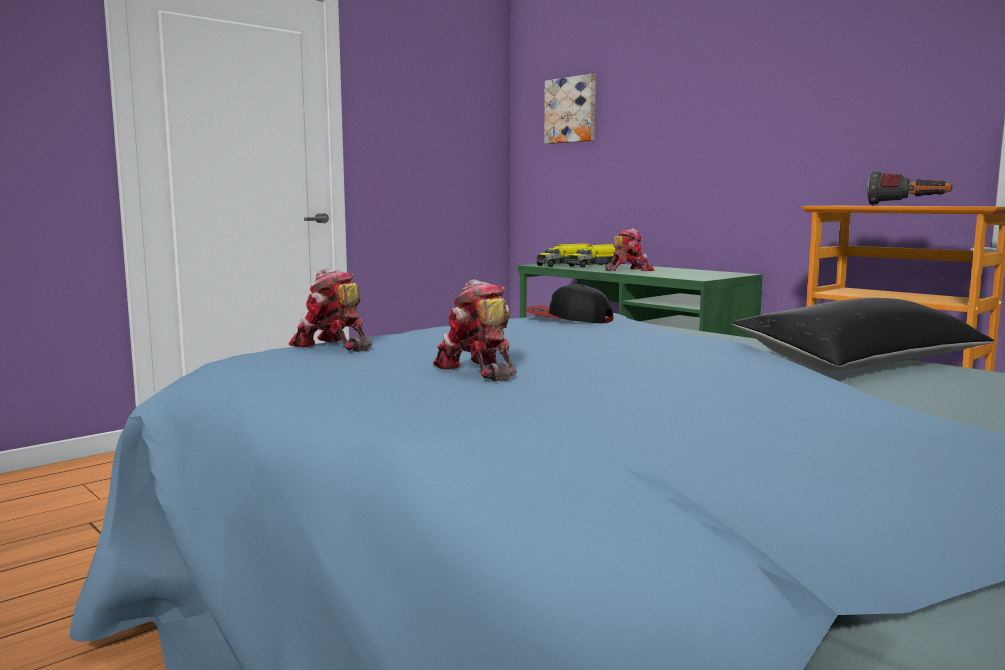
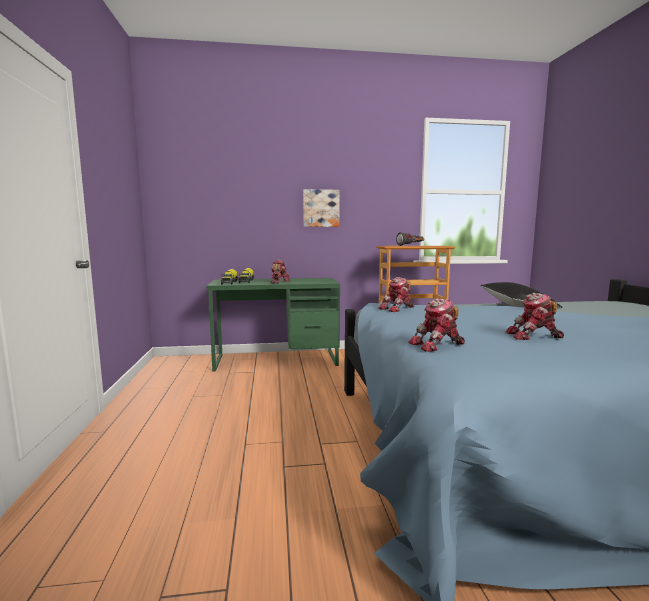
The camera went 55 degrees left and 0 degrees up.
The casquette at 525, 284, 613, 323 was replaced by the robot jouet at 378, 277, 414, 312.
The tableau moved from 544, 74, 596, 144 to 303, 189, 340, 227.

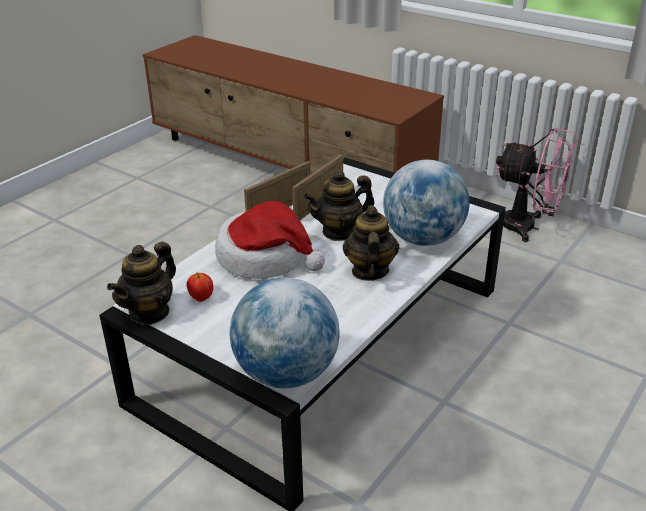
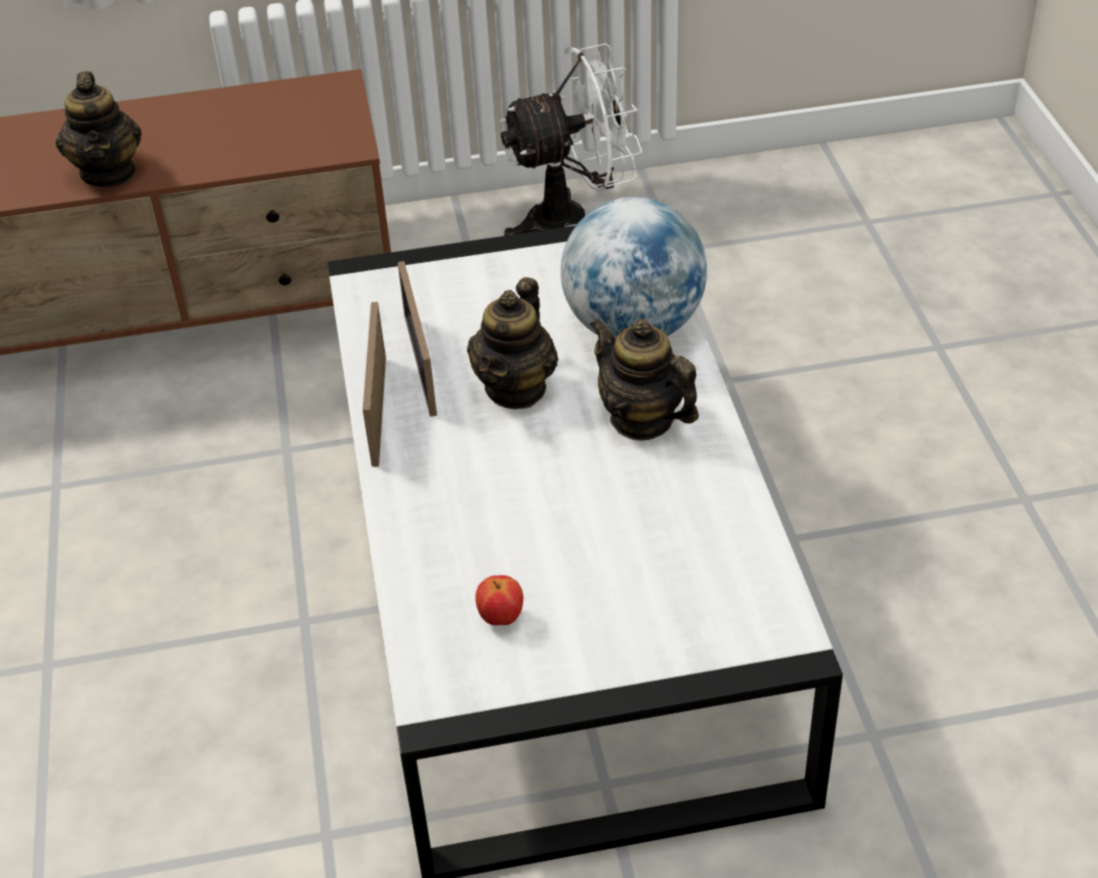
The camera went 45 degrees left and 10 degrees up.
The théière moved from 107, 242, 176, 325 to 56, 71, 142, 187.
The chapeau at 215, 201, 325, 279 disappeared.
The globe at 230, 277, 340, 388 disappeared.
The ventilateur [rose] at 496, 127, 577, 242 became the ventilateur [blanc] at 499, 43, 643, 236.

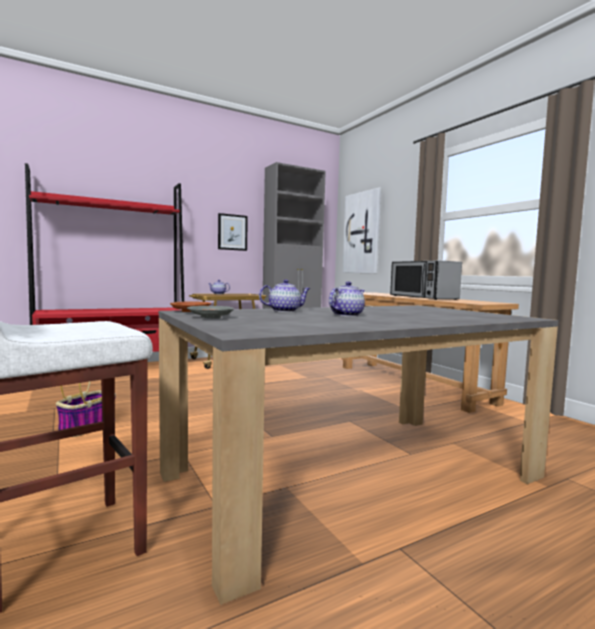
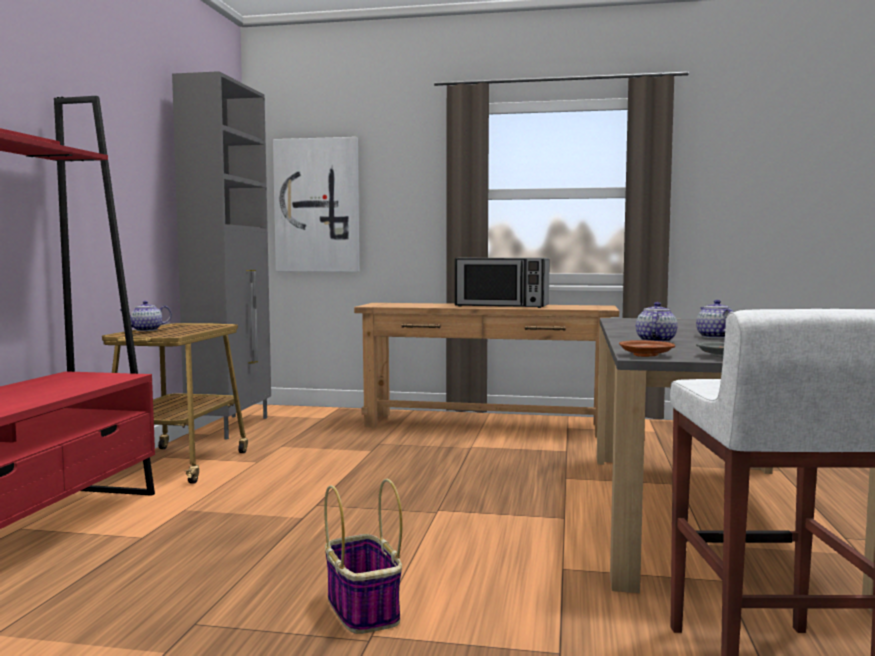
The camera went 50 degrees left and 0 degrees up.
The tableau at 218, 213, 248, 251 disappeared.

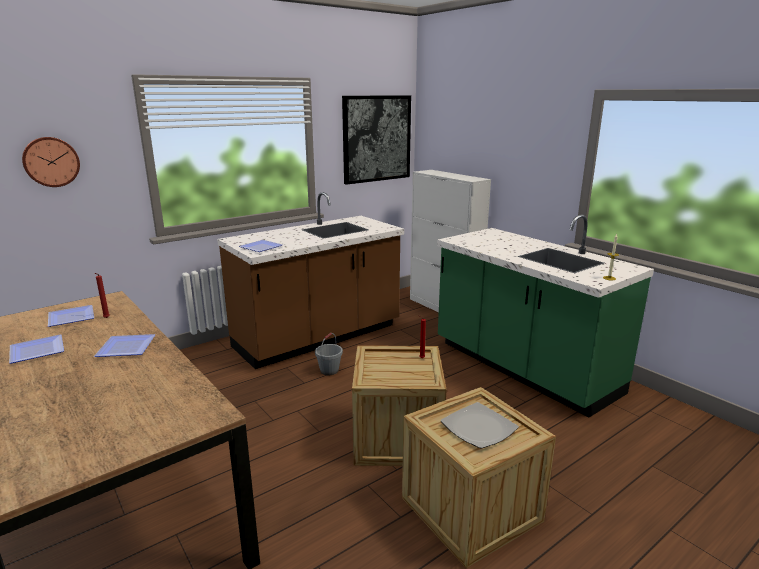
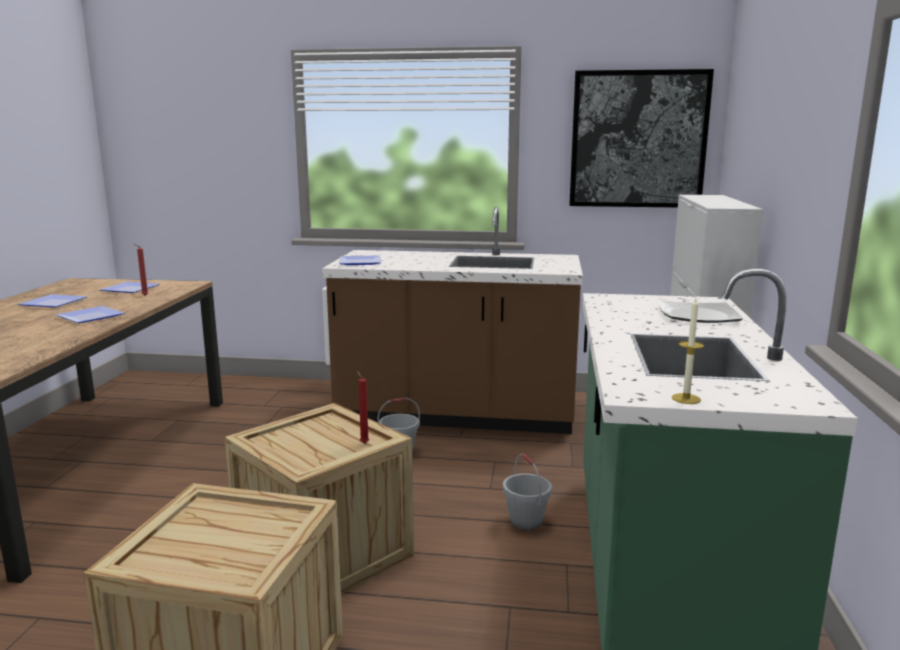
The camera went 45 degrees right and 5 degrees down.
The horloge murale at 22, 137, 80, 187 disappeared.
The assiette moved from 441, 402, 519, 448 to 660, 301, 743, 323.
The seau [gris] at 503, 454, 552, 530 appeared.

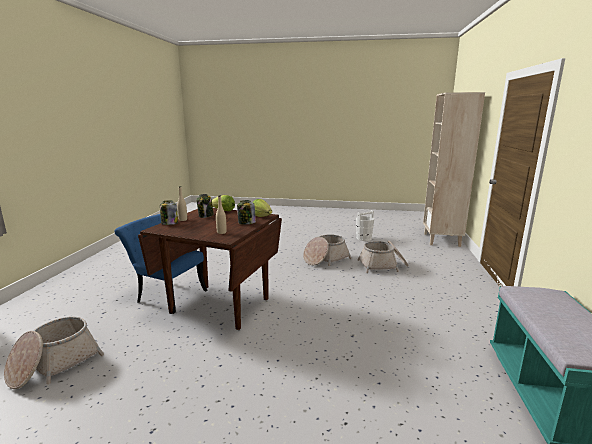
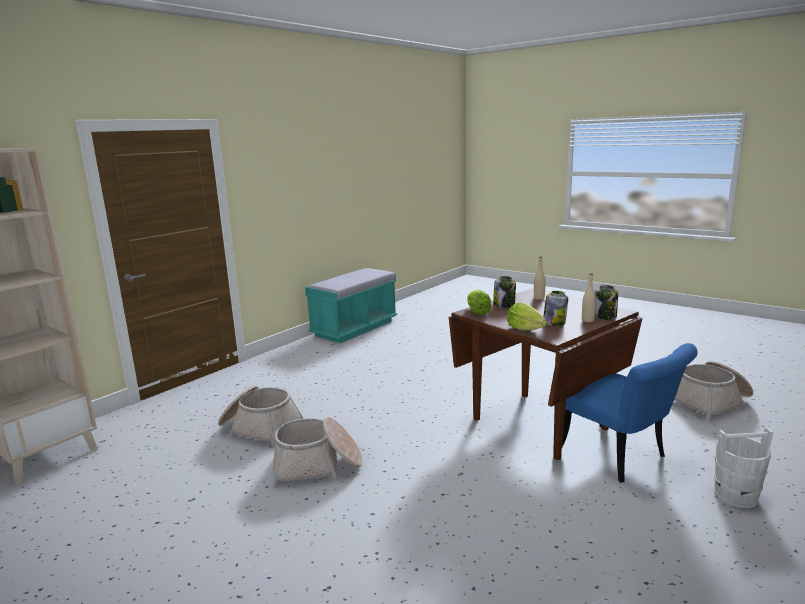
The camera went 150 degrees left and 0 degrees up.
The seau [blanc] moved from 356, 210, 374, 241 to 714, 427, 774, 508.

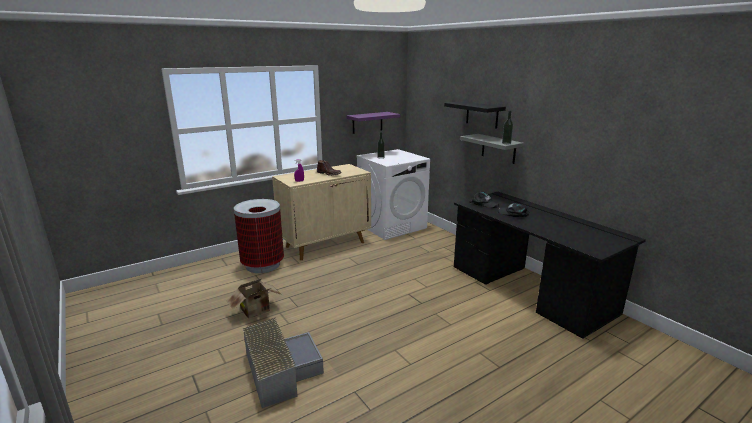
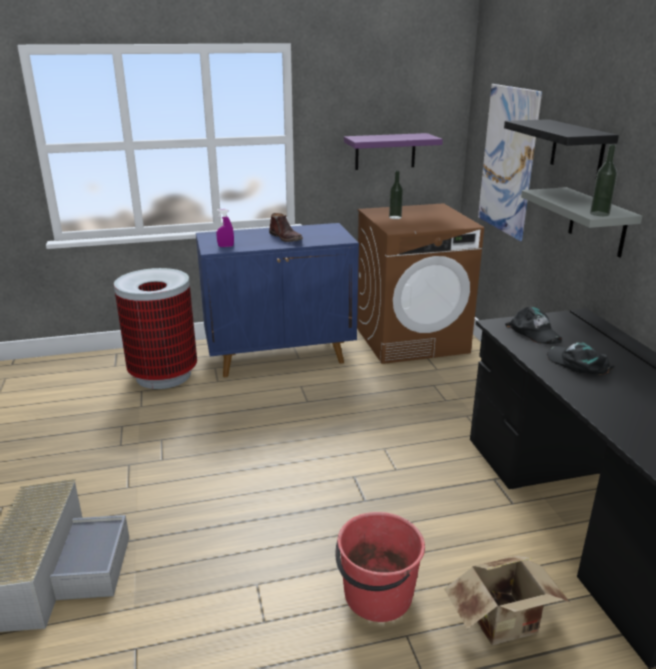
The camera went 20 degrees right and 5 degrees up.
The carton moved from 226, 279, 281, 319 to 444, 556, 569, 646.
The meuble de rangement [beige] at 272, 164, 371, 260 became the meuble de rangement [bleu] at 196, 223, 359, 377.
The lave-linge [blanc] at 356, 149, 430, 240 became the lave-linge [marron] at 357, 203, 484, 364.
The seau [rouge] at 336, 512, 425, 622 appeared.
The tableau at 478, 84, 542, 241 appeared.

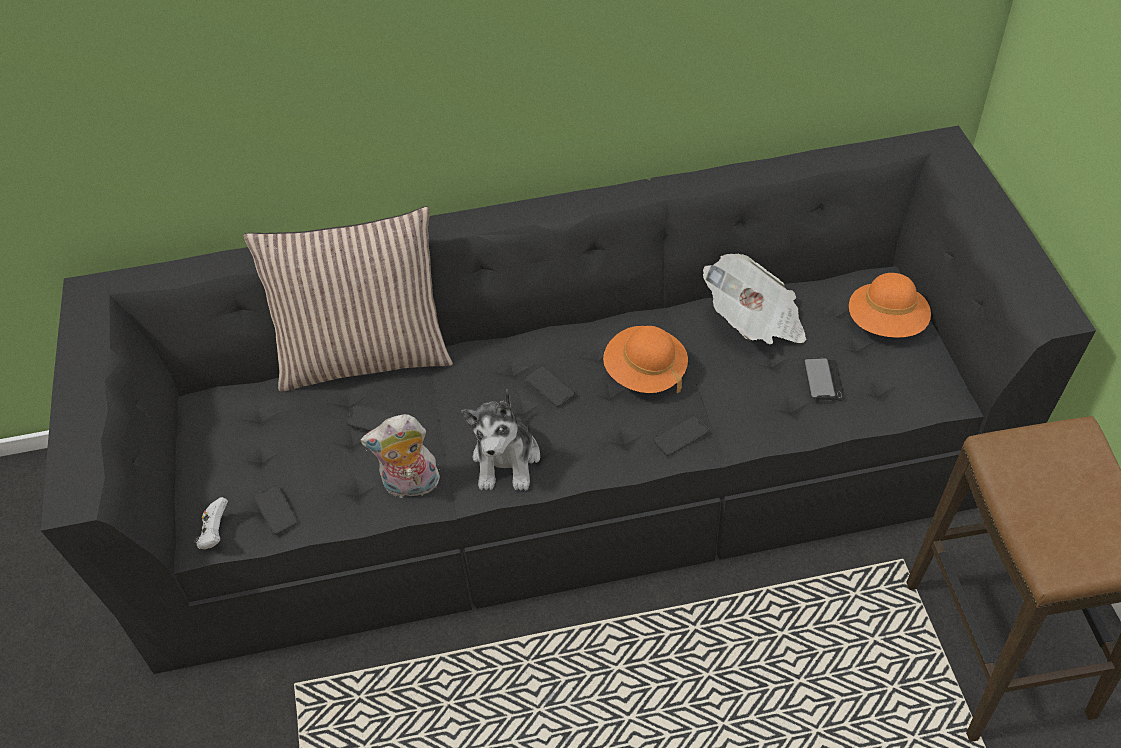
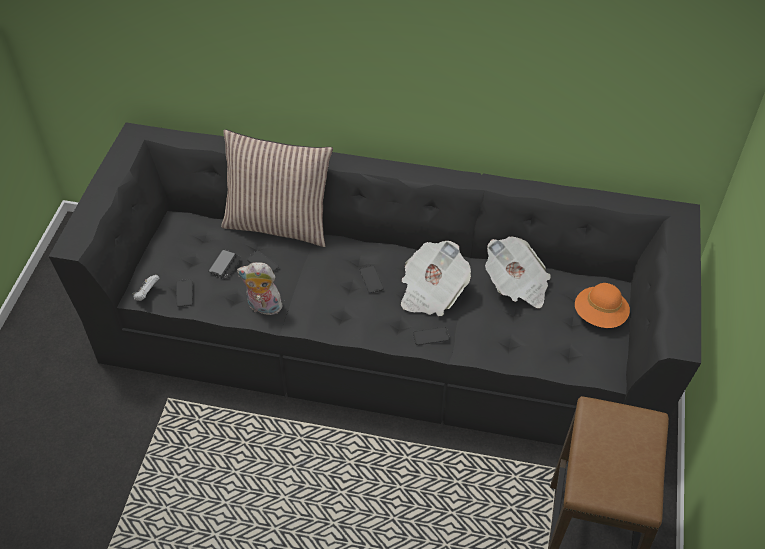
The camera went 20 degrees right and 0 degrees up.
The peluche at 461, 389, 540, 491 disappeared.
The chapeau [orange] at 603, 326, 688, 393 was replaced by the journal at 401, 241, 471, 316.
The téléphone moved from 803, 357, 845, 401 to 208, 249, 241, 279.

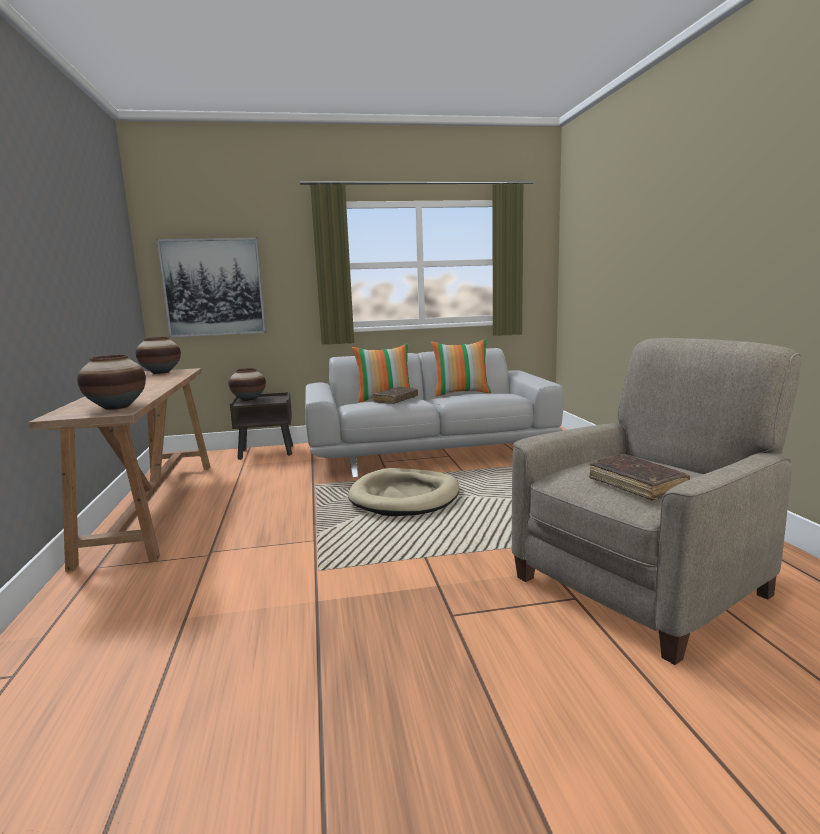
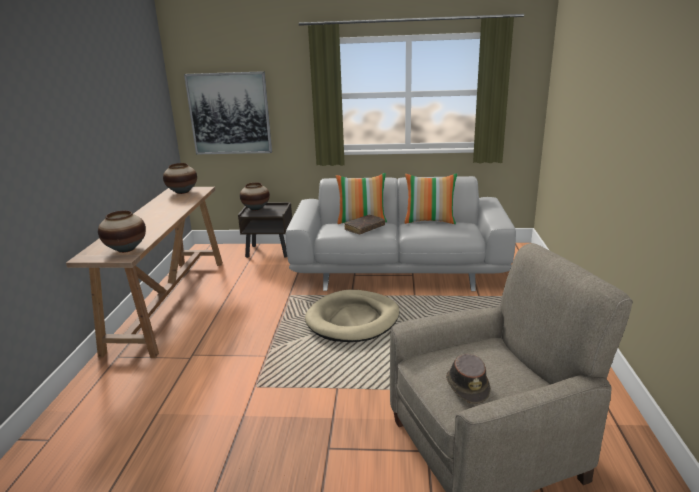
The camera went 15 degrees right and 10 degrees up.
The livre [marron] at 589, 454, 690, 500 was replaced by the chapeau [marron] at 446, 354, 491, 404.

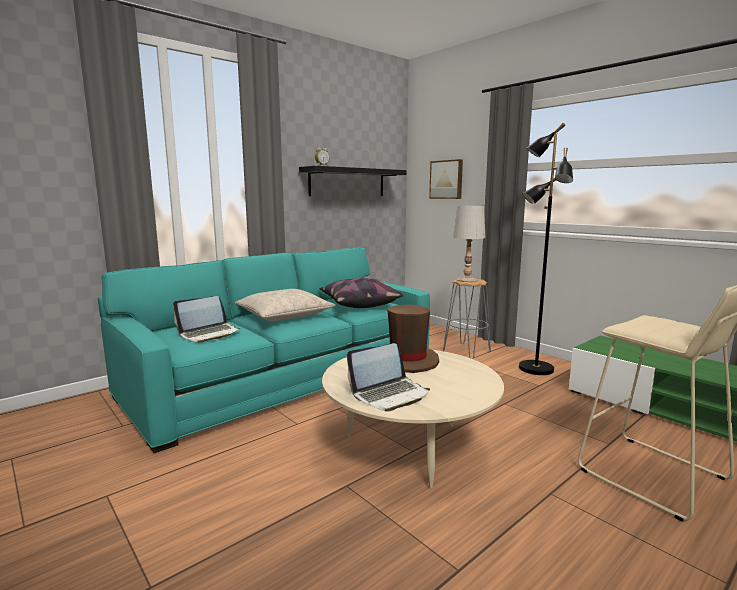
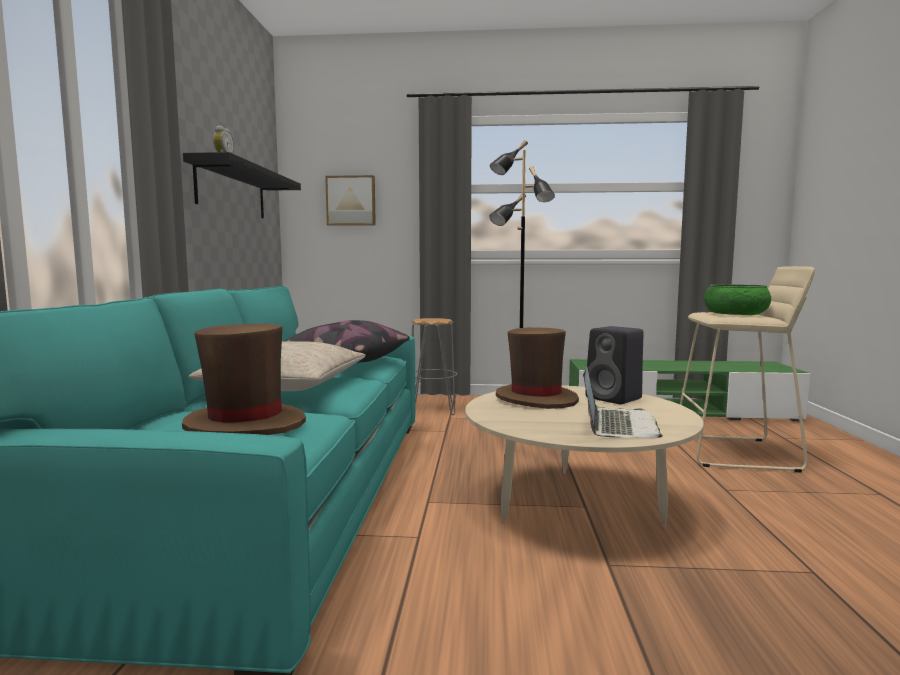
The camera went 45 degrees left and 5 degrees down.
The ordinateur portable at 173, 296, 240, 343 was replaced by the chapeau [marron] at 182, 324, 306, 435.
The lampe de table [blanc] at 453, 205, 485, 282 disappeared.
The enceinte [noir] at 585, 326, 644, 404 appeared.
The bol [vert] at 704, 284, 771, 315 appeared.

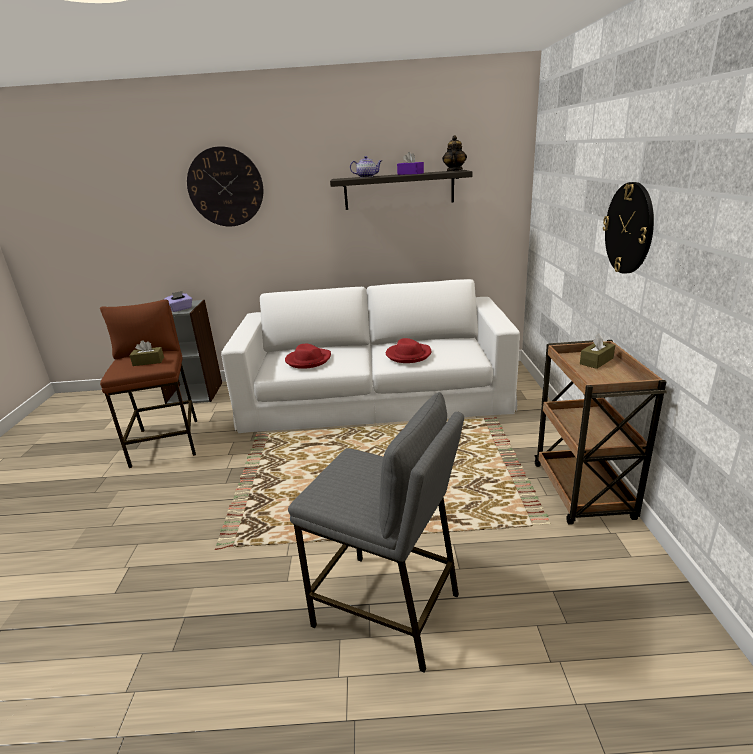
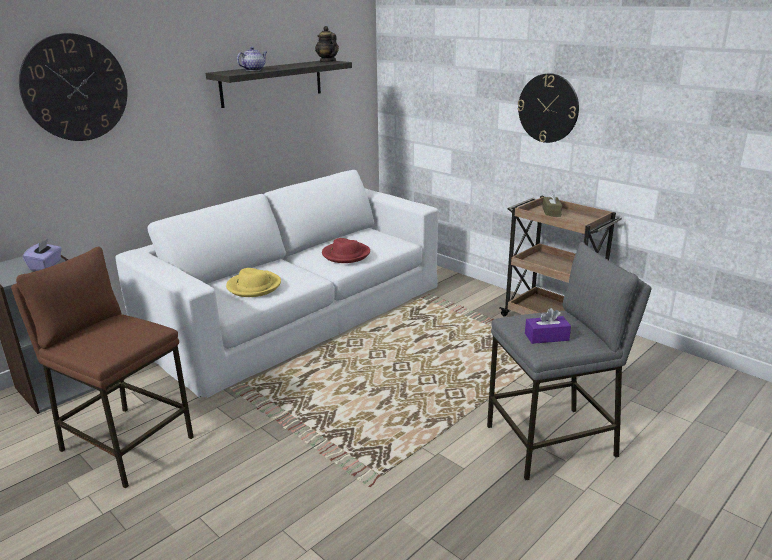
The camera went 45 degrees left and 0 degrees up.
The boîte à mouchoirs [marron] at 129, 340, 164, 366 disappeared.
The chapeau [rouge] at 285, 344, 331, 369 became the chapeau [jaune] at 226, 268, 281, 297.
The boîte à mouchoirs [violet] moved from 397, 152, 424, 175 to 525, 308, 571, 344.

